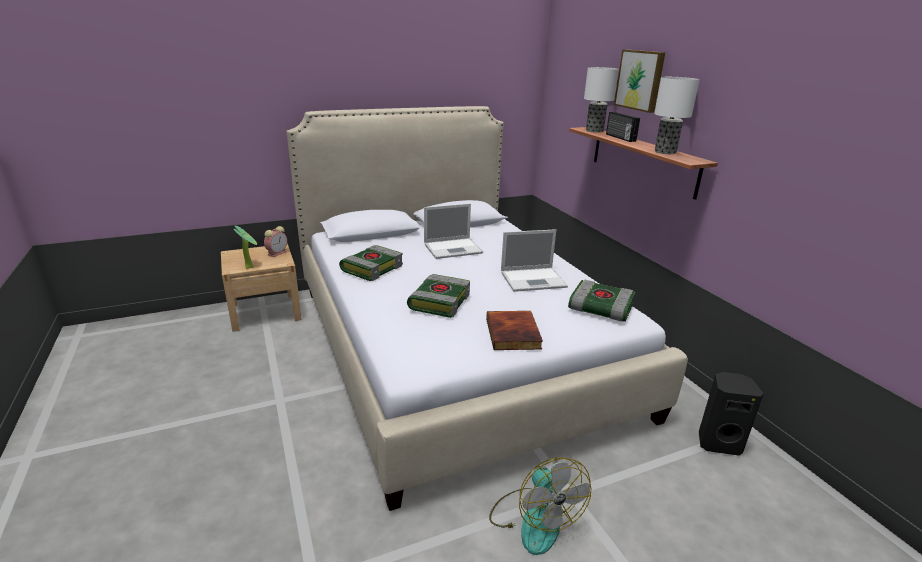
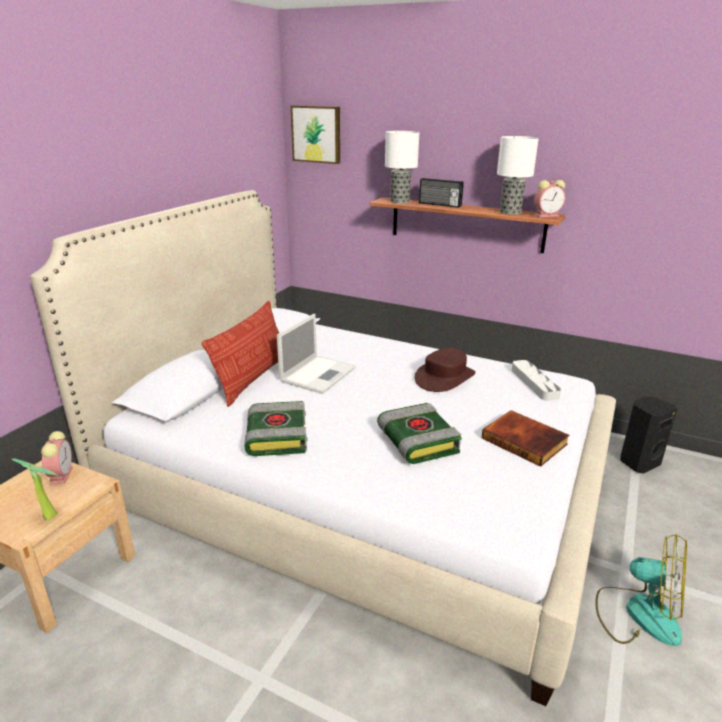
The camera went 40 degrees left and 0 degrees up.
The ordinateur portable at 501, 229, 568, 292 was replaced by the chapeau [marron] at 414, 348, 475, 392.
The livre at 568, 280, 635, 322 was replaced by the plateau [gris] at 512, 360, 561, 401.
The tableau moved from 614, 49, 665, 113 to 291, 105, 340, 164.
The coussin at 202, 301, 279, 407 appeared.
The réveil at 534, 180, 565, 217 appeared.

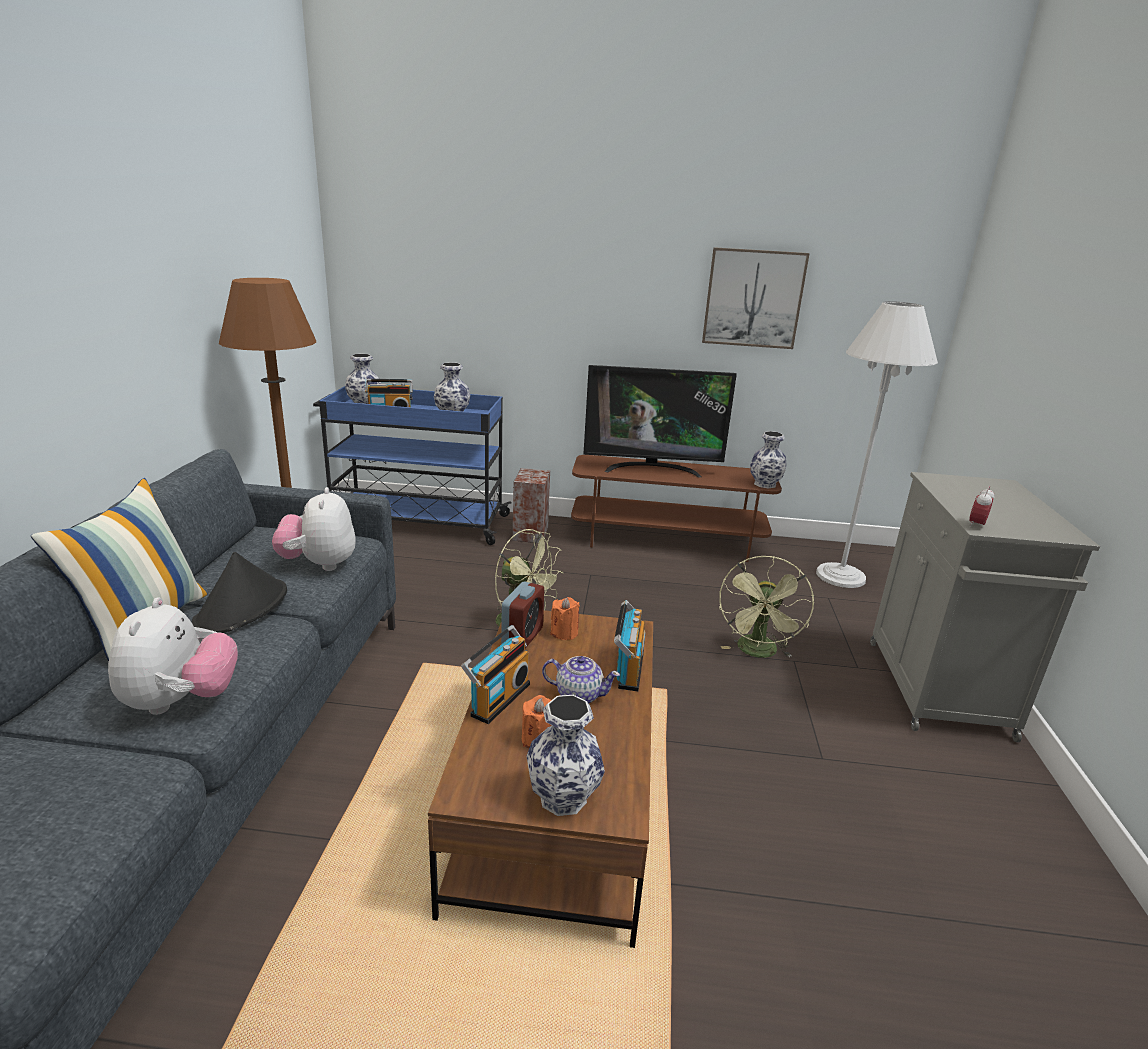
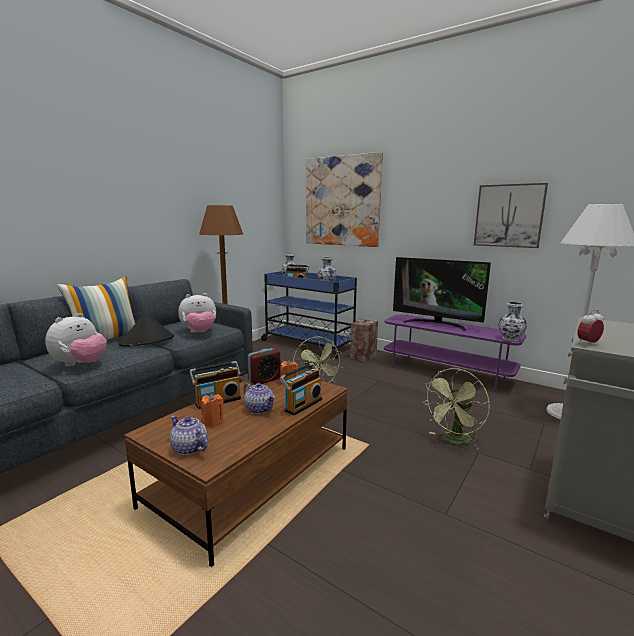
The camera went 30 degrees right and 10 degrees down.
The peluche at 272, 487, 356, 571 turned 135 degrees counterclockwise.
The vase at 527, 695, 605, 816 was replaced by the théière at 170, 416, 208, 455.
The meuble télé [marron] at 571, 455, 782, 562 became the meuble télé [violet] at 384, 314, 526, 393.
The tableau at 306, 152, 383, 247 appeared.

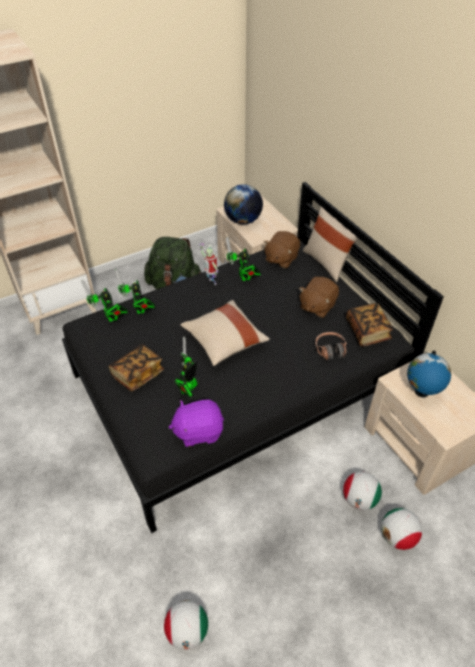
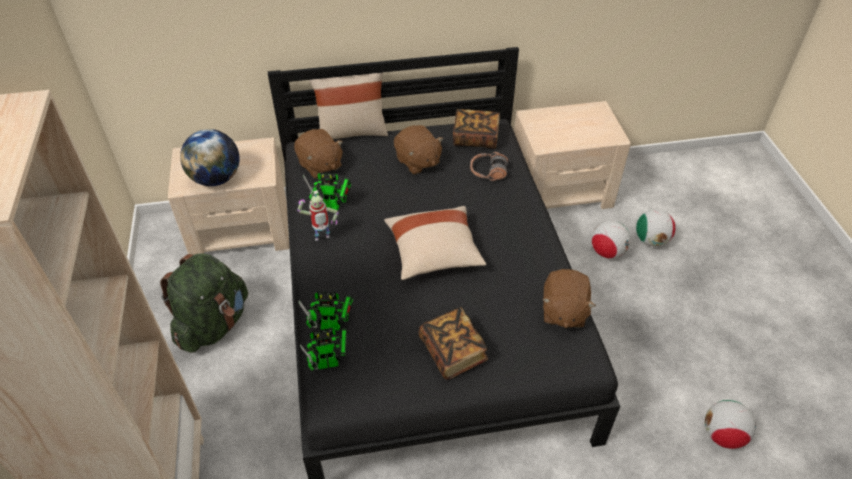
The camera went 70 degrees left and 0 degrees up.
The peluche [violet] at 169, 400, 224, 447 became the peluche [marron] at 542, 269, 596, 328.
The robot jouet at 174, 337, 197, 398 disappeared.
The globe at 407, 351, 451, 397 disappeared.

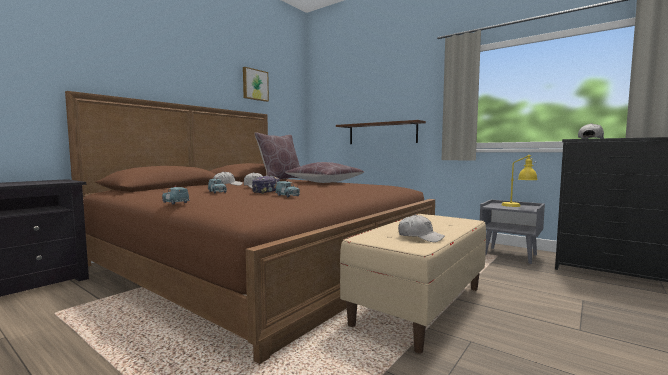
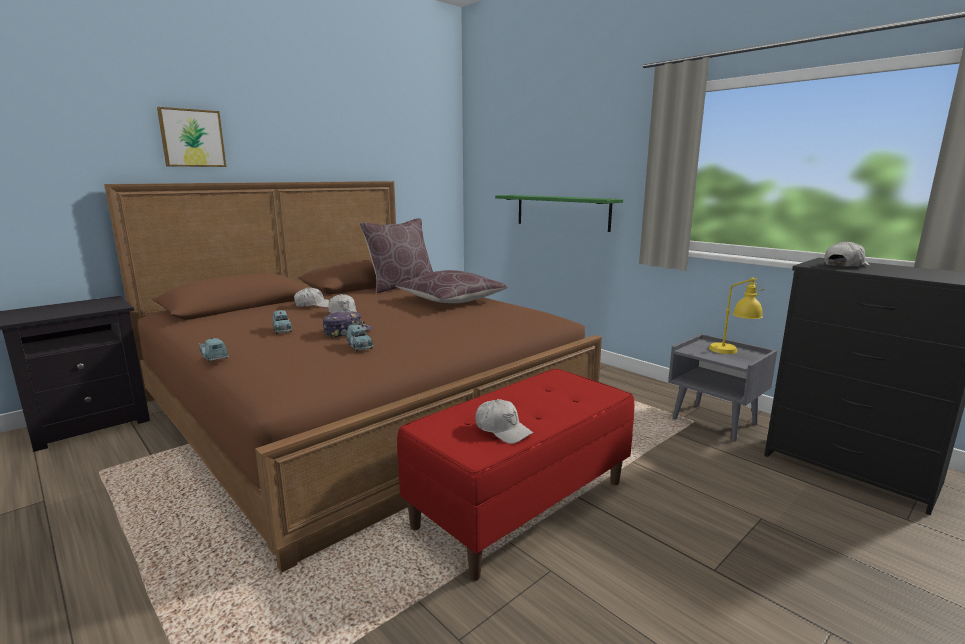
The camera went 10 degrees right and 10 degrees up.
The tableau moved from 243, 67, 269, 102 to 157, 107, 226, 167.
The étagère [marron] at 336, 120, 426, 144 became the étagère [vert] at 495, 195, 623, 232.
The banc [beige] at 340, 214, 486, 354 became the banc [rouge] at 397, 369, 634, 581.

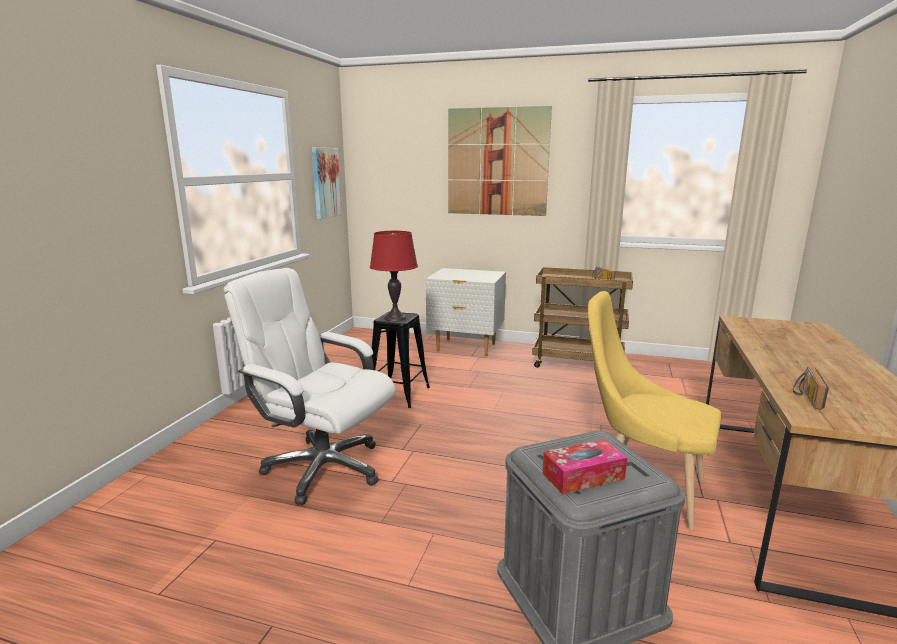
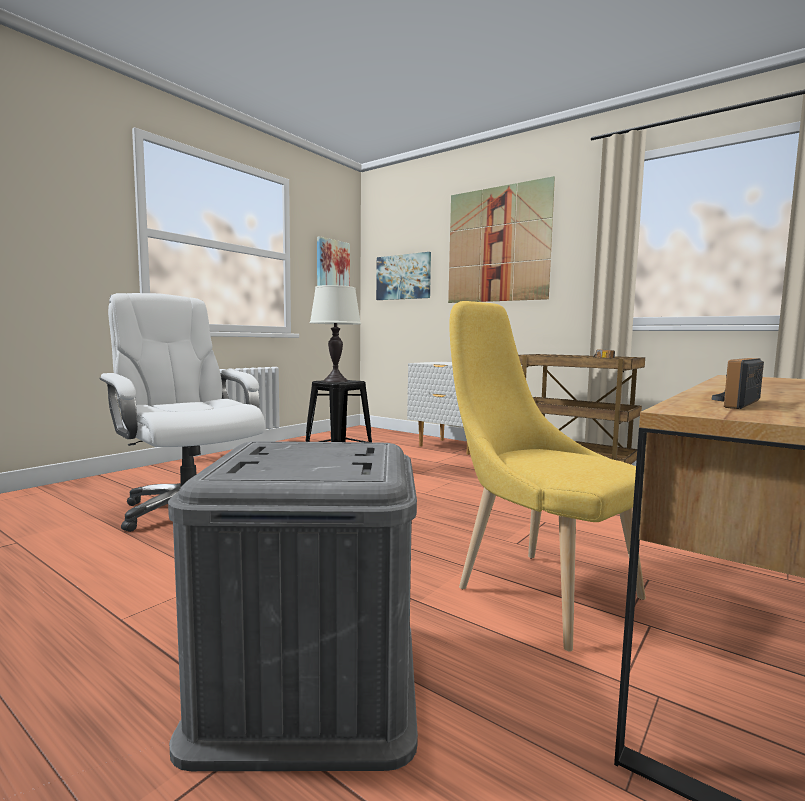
The camera went 20 degrees right and 10 degrees down.
The lampe de table [rouge] at 370, 231, 418, 322 became the lampe de table [blanc] at 310, 285, 361, 382.
The boîte à mouchoirs at 542, 439, 628, 494 disappeared.
The tableau at 376, 252, 431, 300 appeared.

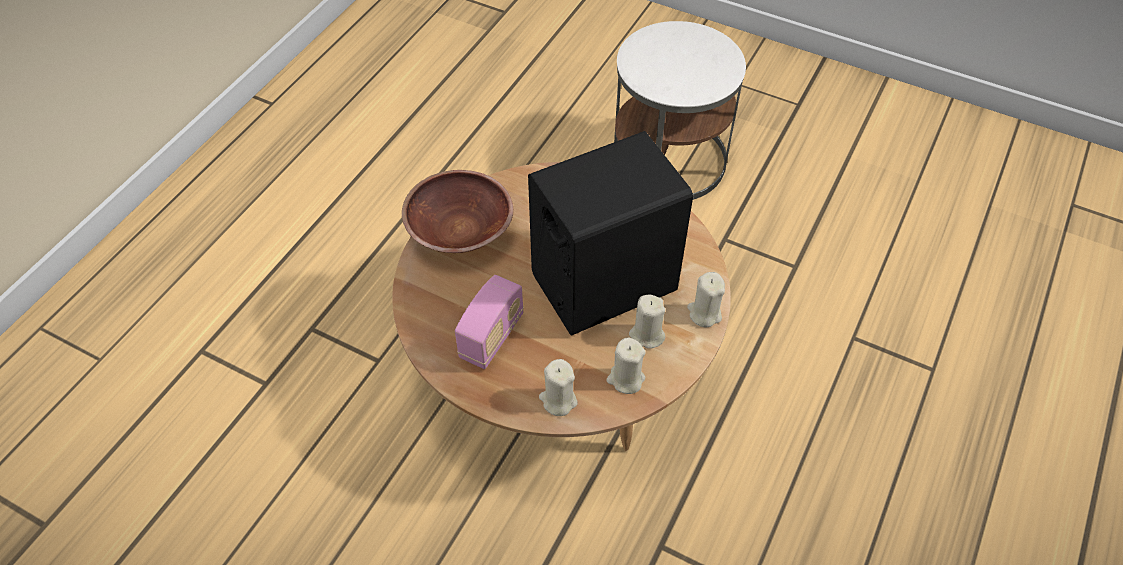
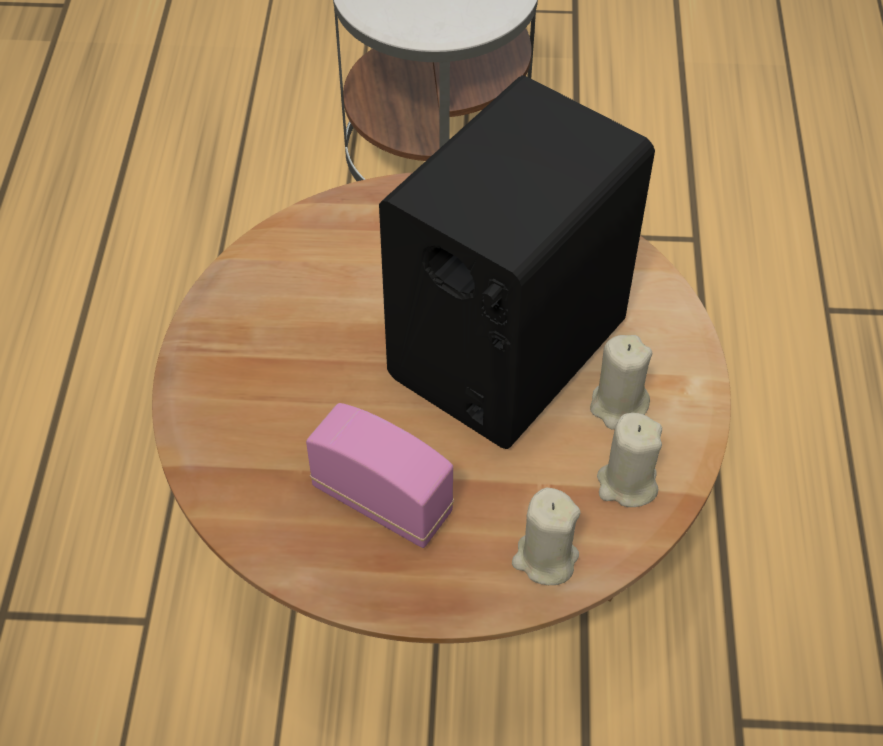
The camera went 25 degrees left and 0 degrees up.
The bol [marron] at 402, 170, 513, 253 disappeared.
The radio at 455, 275, 524, 369 turned 60 degrees counterclockwise.
The bougie [beige] at 687, 272, 725, 327 disappeared.

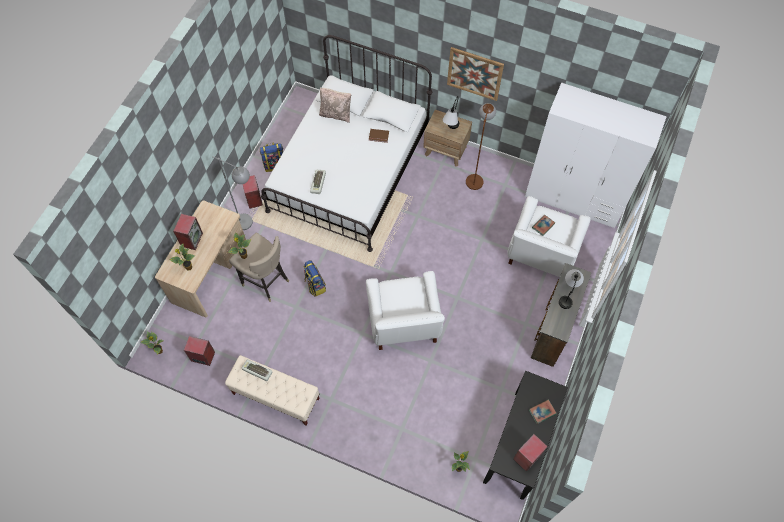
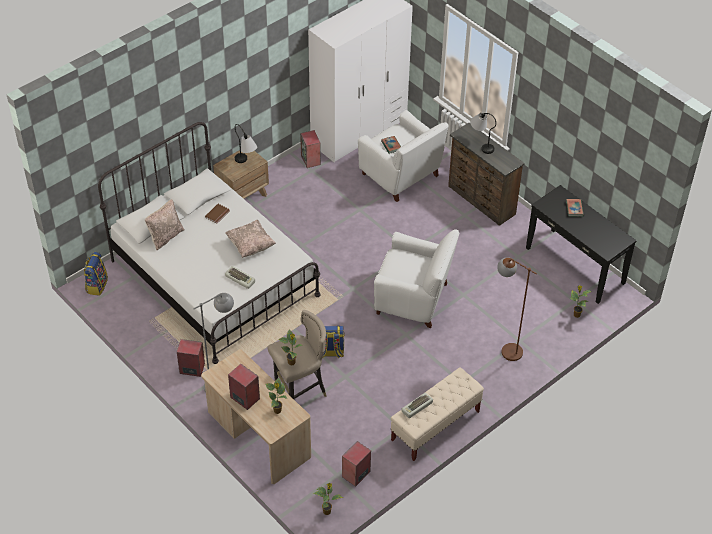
The camera went 65 degrees left and 15 degrees down.
The sac à dos moved from 260, 143, 283, 172 to 84, 252, 108, 296.
The tableau at 447, 47, 504, 101 disappeared.
The lampadaire [marron] moved from 466, 103, 496, 190 to 497, 257, 537, 361.
The enceinte moved from 513, 434, 548, 471 to 300, 130, 321, 168.
The coussin [beige] at 225, 220, 276, 258 appeared.

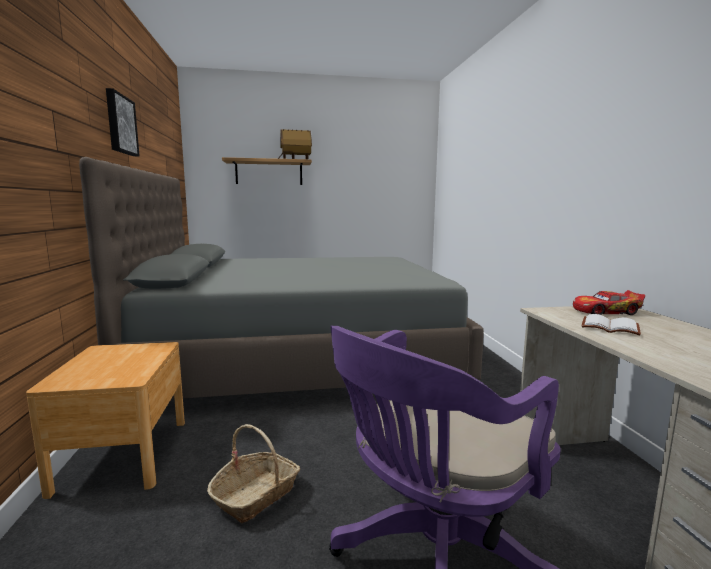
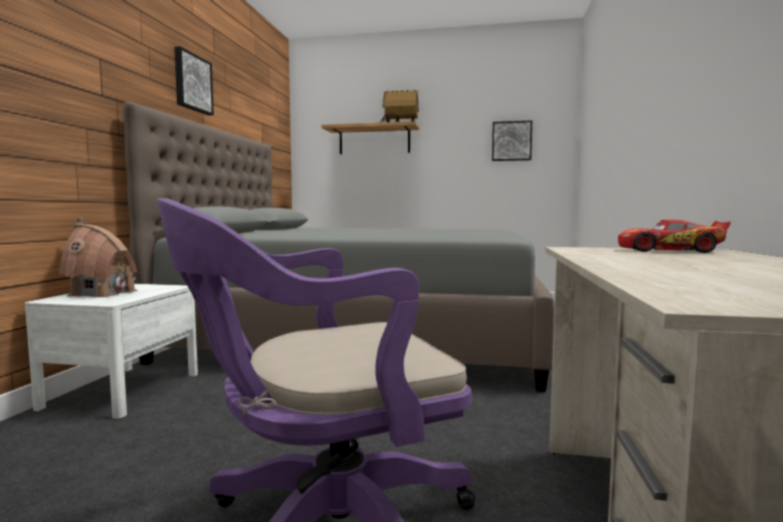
The camera went 20 degrees right and 5 degrees down.
The table de chevet [marron] at 26, 342, 185, 499 became the table de chevet [blanc] at 25, 284, 198, 419.
The panier at 207, 424, 300, 523 disappeared.
The livre [blanc] at 582, 314, 641, 336 disappeared.
The maison miniature at 59, 218, 138, 297 appeared.
The tableau at 492, 121, 532, 161 appeared.

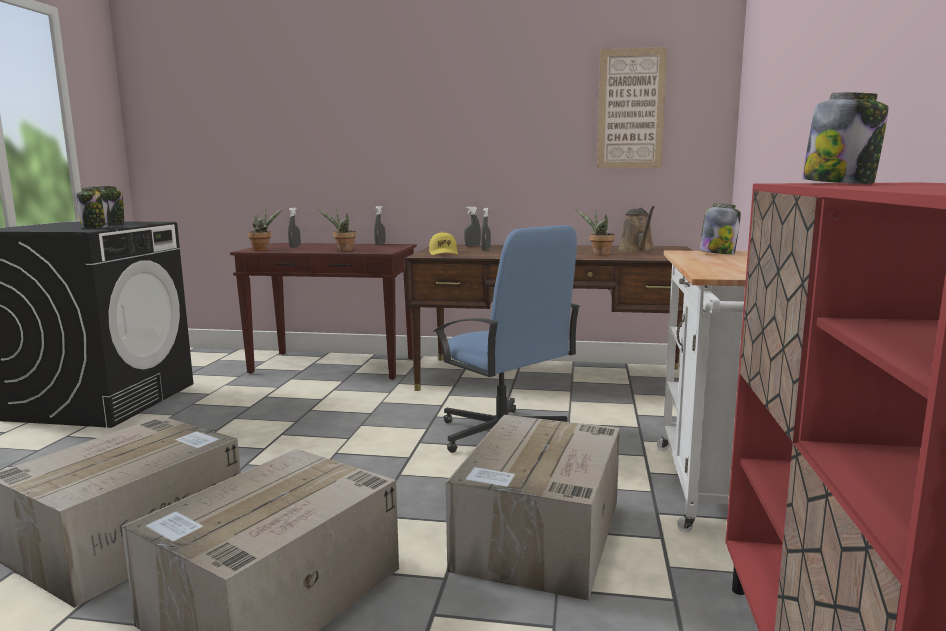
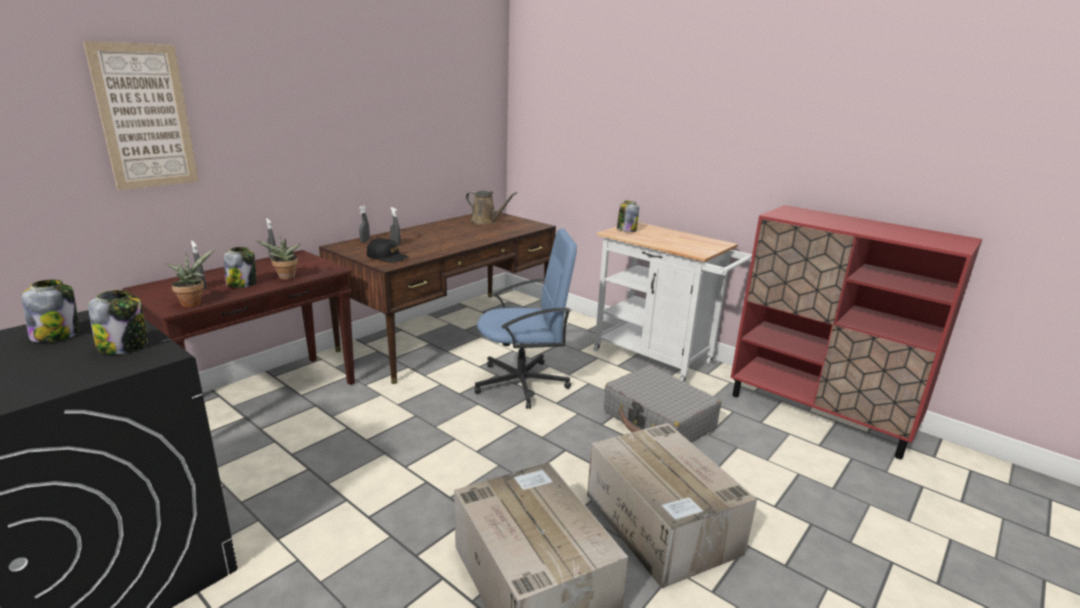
The camera went 60 degrees left and 10 degrees up.
The casquette [jaune] at 429, 232, 458, 255 became the casquette [noir] at 367, 238, 408, 263.
The carton at 446, 415, 620, 601 was replaced by the valise [gris] at 604, 365, 721, 443.
The plante en pot at 576, 209, 615, 256 disappeared.
The tableau moved from 597, 47, 667, 169 to 83, 41, 199, 190.
The bocal moved from 802, 93, 889, 184 to 224, 247, 256, 288.

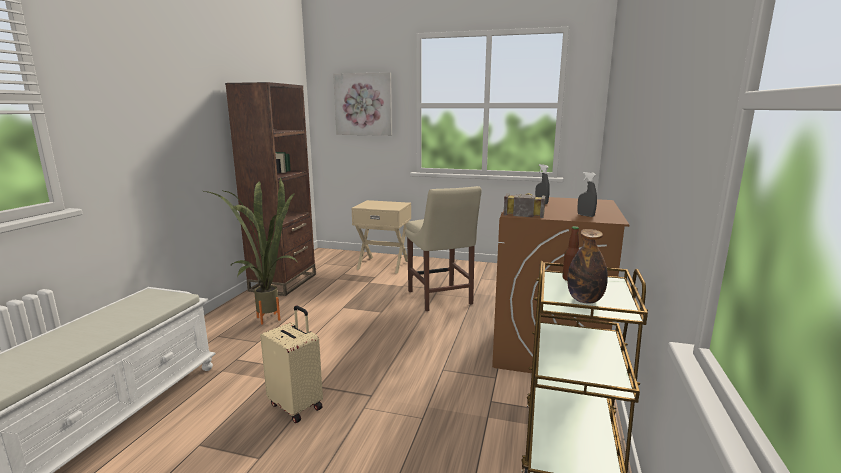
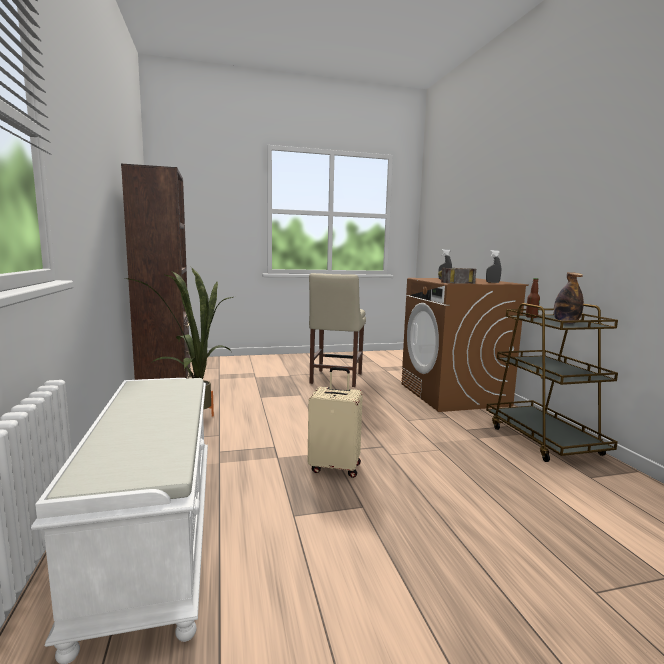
The camera went 30 degrees left and 5 degrees down.
The tableau at 333, 72, 392, 136 disappeared.
The table de chevet [beige] at 351, 200, 411, 273 disappeared.
The chaise [beige] at 405, 186, 482, 311 turned 60 degrees clockwise.

